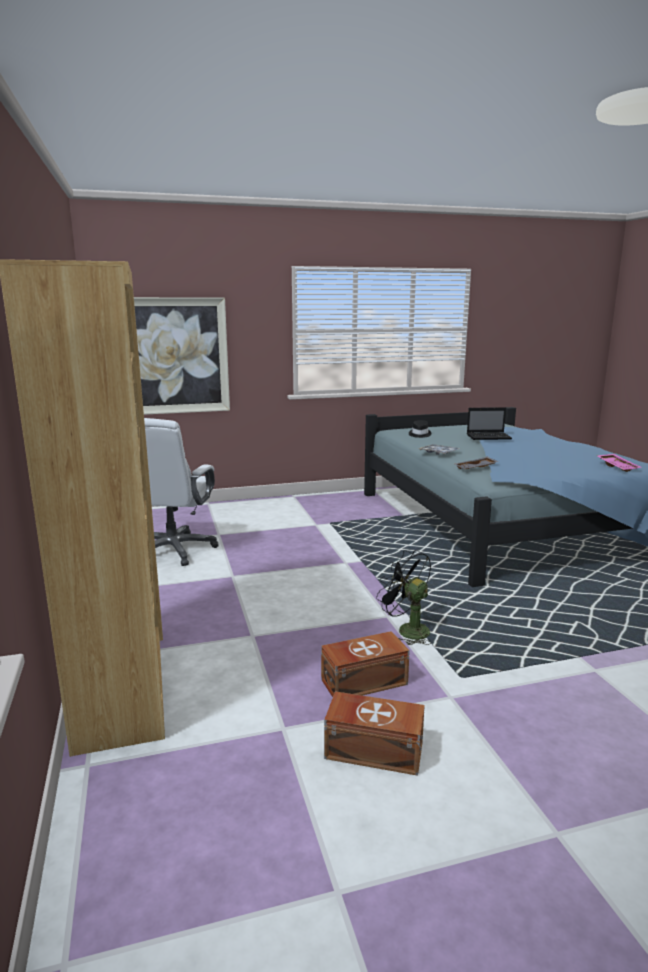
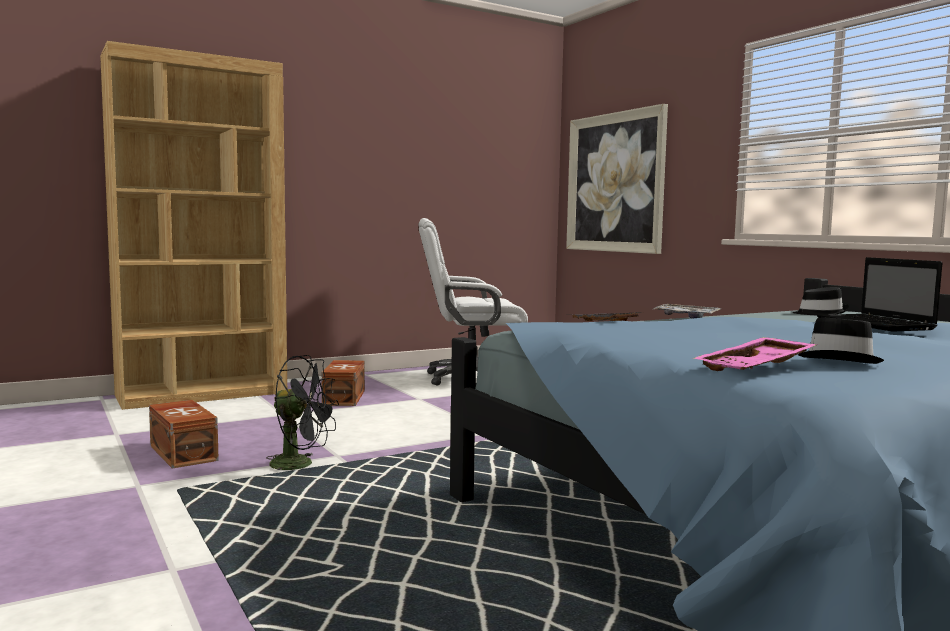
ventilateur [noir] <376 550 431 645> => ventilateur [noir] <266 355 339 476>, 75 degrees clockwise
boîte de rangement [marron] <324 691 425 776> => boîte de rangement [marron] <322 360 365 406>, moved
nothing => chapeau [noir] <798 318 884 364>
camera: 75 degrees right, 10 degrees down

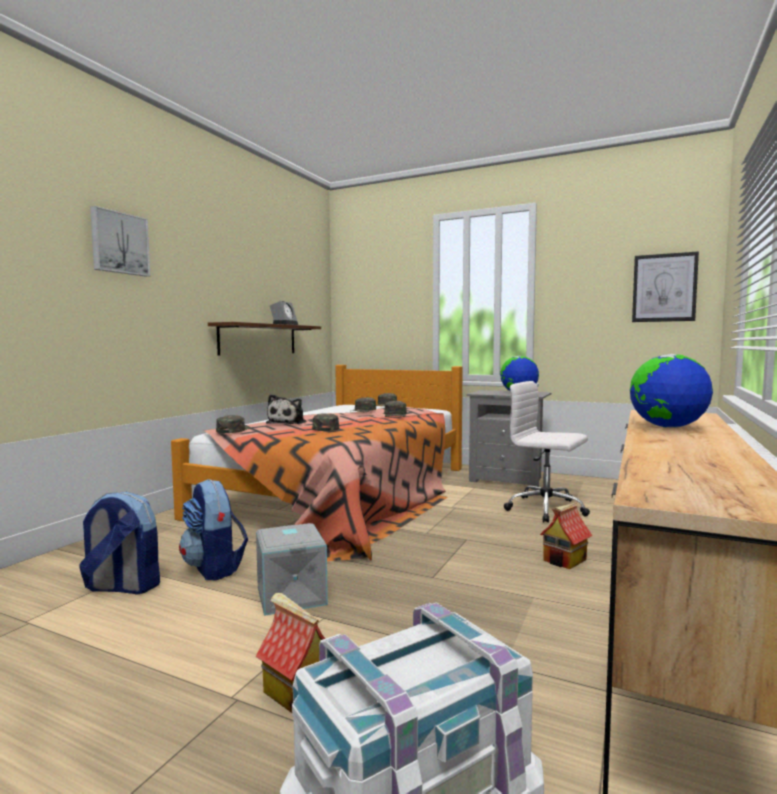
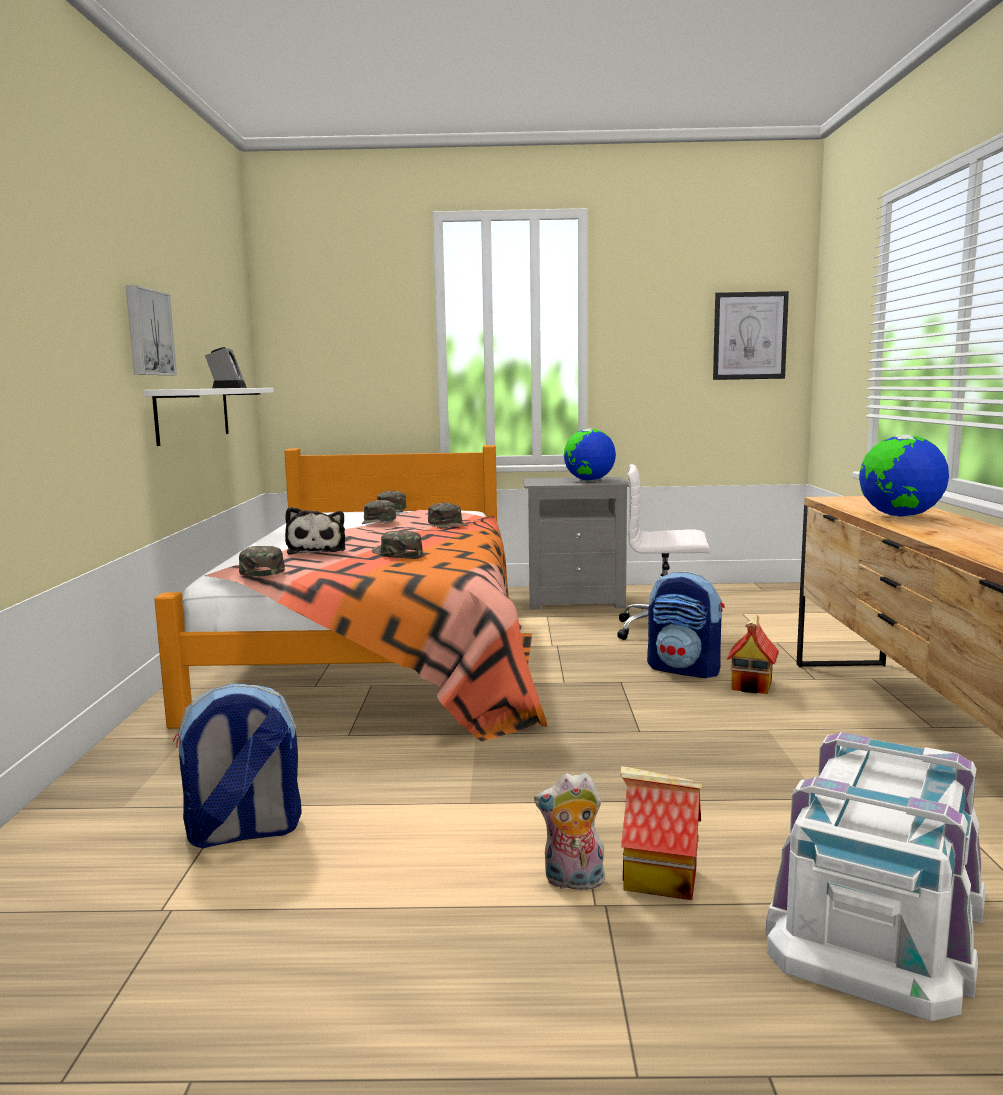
tableau <90 206 150 277> => tableau <126 285 177 375>, moved
étagère [marron] <208 322 321 355> => étagère [blanc] <143 388 274 446>
sac à dos <179 479 248 580> => sac à dos <647 571 725 679>, moved
boîte de rangement [gris] <256 523 328 616> => nothing
nothing => peluche <534 773 605 890>
camera: 25 degrees left, 5 degrees up

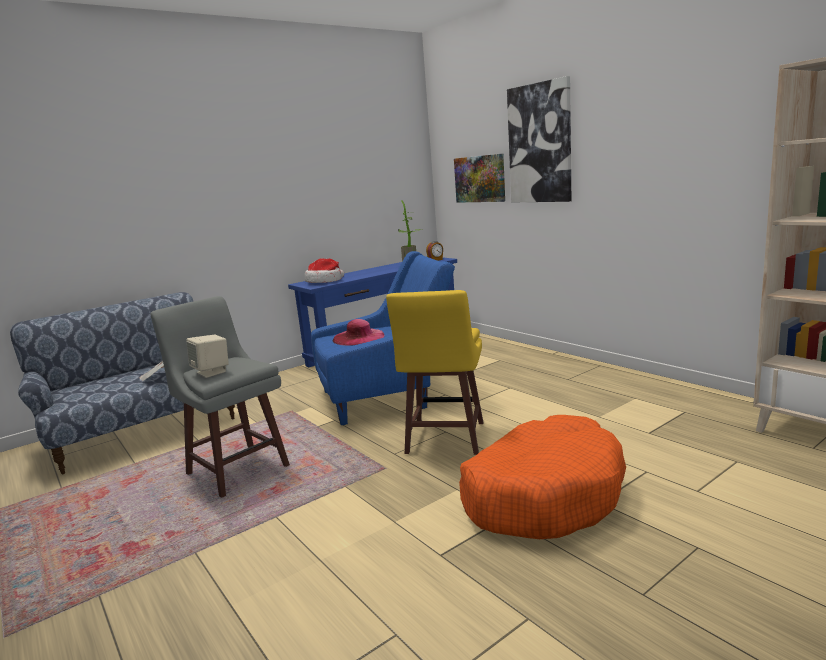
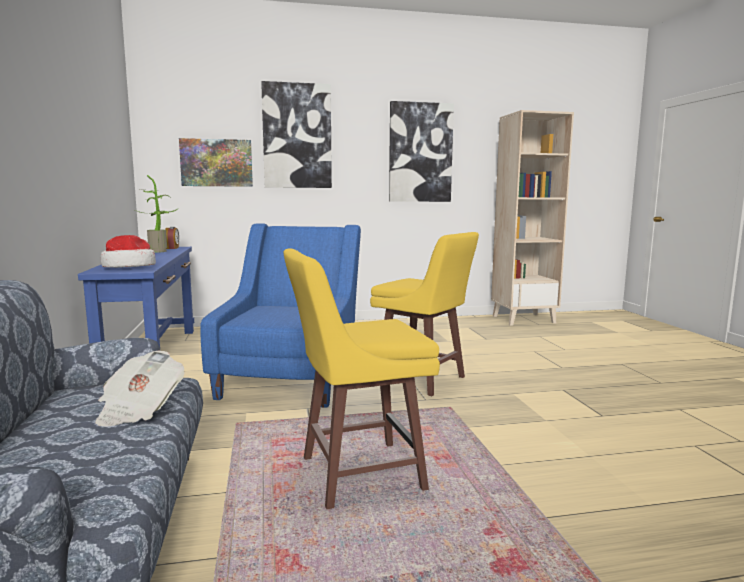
tabouret [gris] <150 296 290 498> => tabouret [jaune] <284 248 440 509>
chapeau [rose] <333 319 385 346> => nothing
enceinte [beige] <187 335 229 378> => nothing
panier pour chien [orange] <459 415 626 539> => nothing
nothing => tableau <389 101 454 202>
camera: 65 degrees left, 5 degrees down

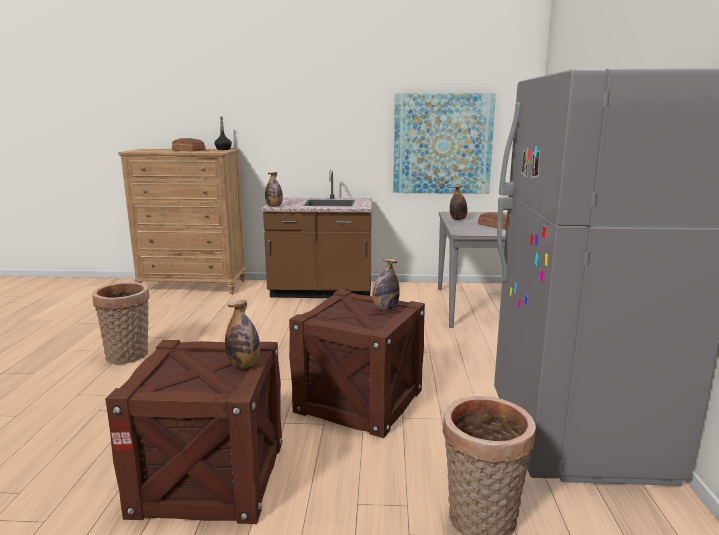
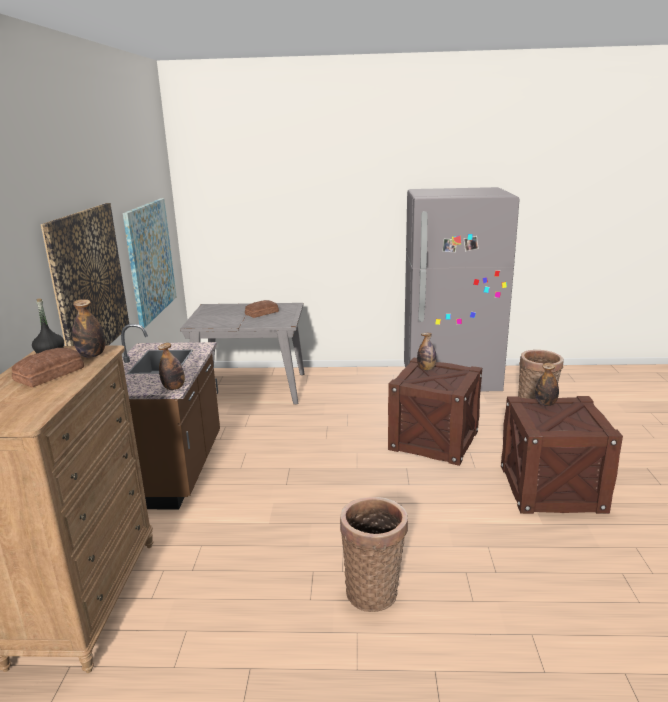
bouteille <450 185 467 220> => bouteille <72 299 105 358>, moved
nothing => tableau <41 203 129 346>
camera: 90 degrees left, 5 degrees up

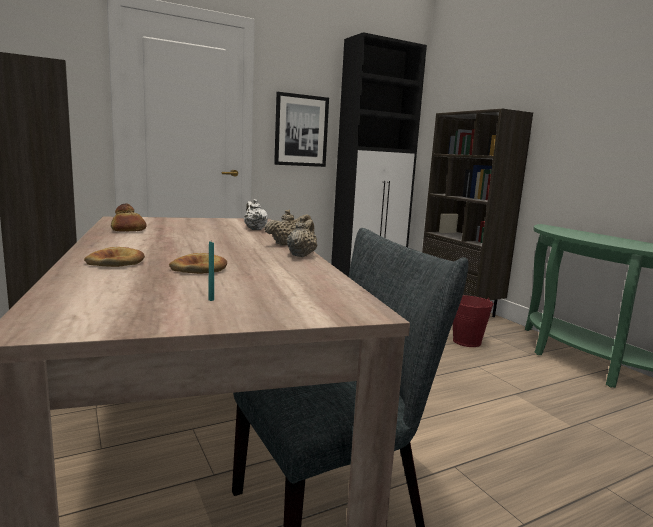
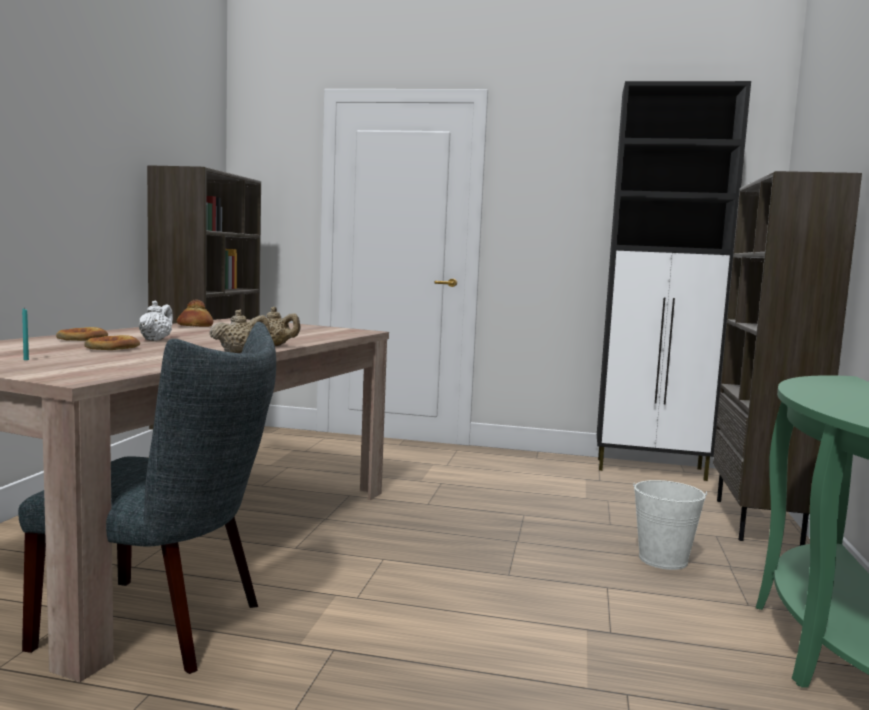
tableau <274 92 329 167> => nothing
théière [blanc] <244 199 268 230> => théière [blanc] <139 300 173 341>, moved
seau [rouge] <453 295 494 347> => seau [blanc] <633 480 707 570>
camera: 40 degrees right, 5 degrees down

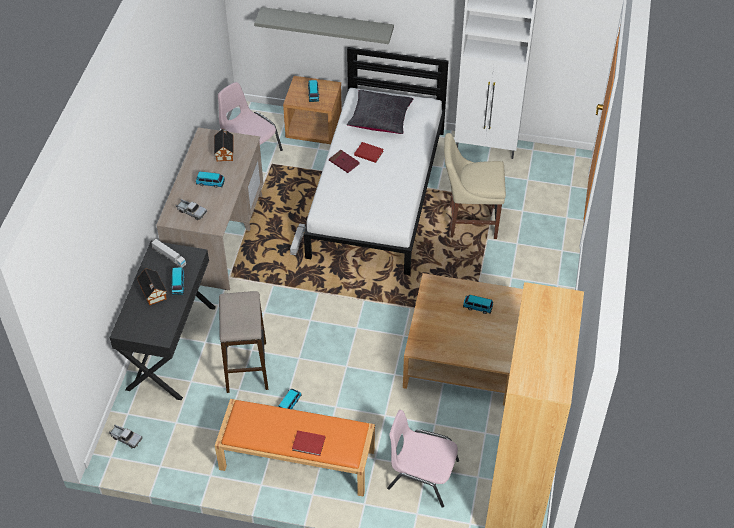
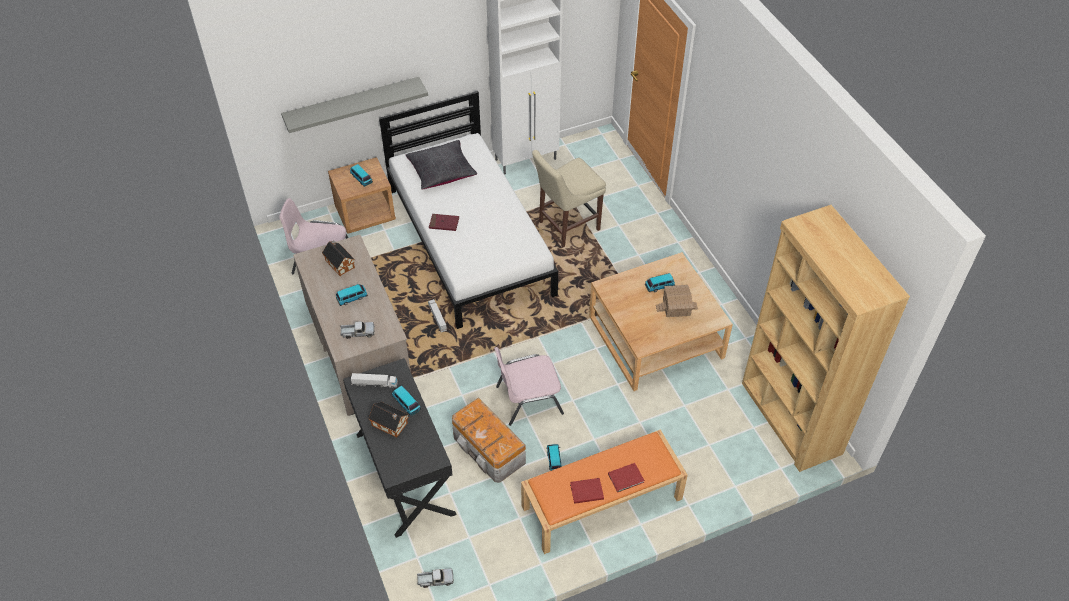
livre [rouge] <354 142 384 163> => livre [rouge] <570 478 604 504>, moved
tabouret <219 291 268 393> => boîte de rangement <452 397 526 483>
chaise [rose] <387 410 459 508> => chaise [rose] <494 347 564 426>, moved
nothing => maison miniature <656 285 698 317>
camera: 35 degrees left, 0 degrees up

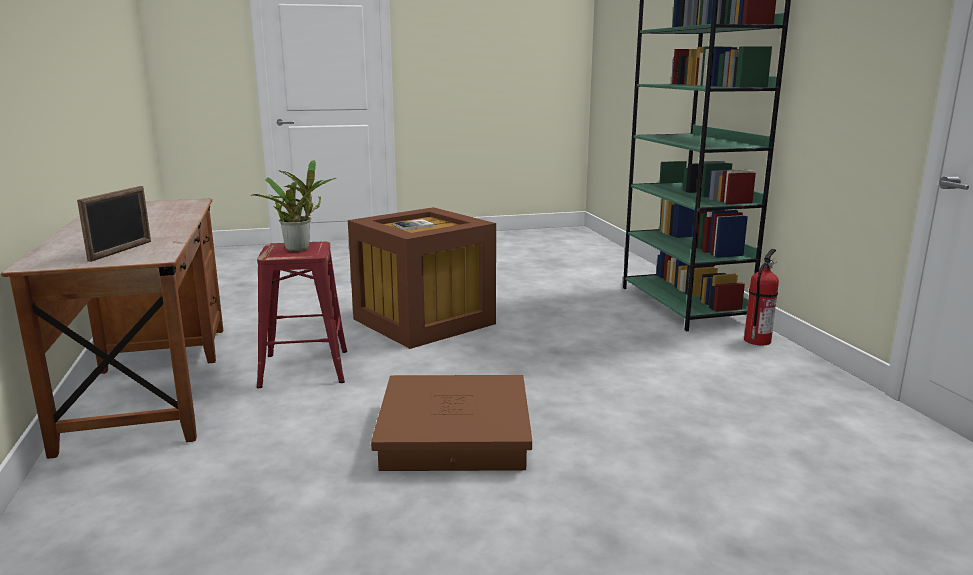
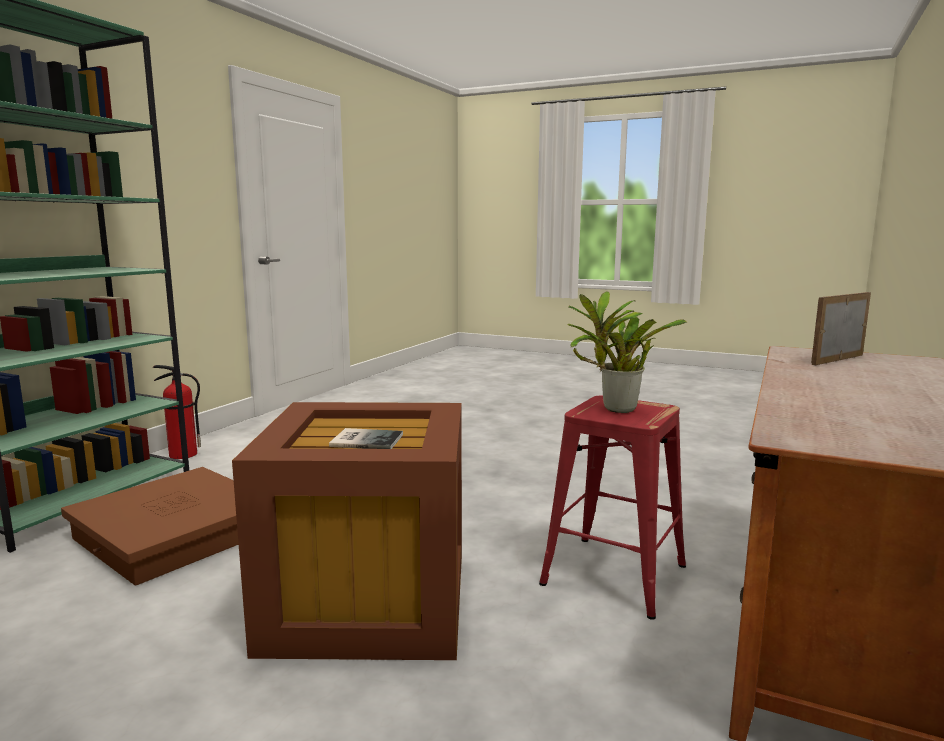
boîte de rangement [marron] <371 375 532 471> => boîte de rangement [marron] <61 467 239 586>, moved
camera: 140 degrees left, 5 degrees down

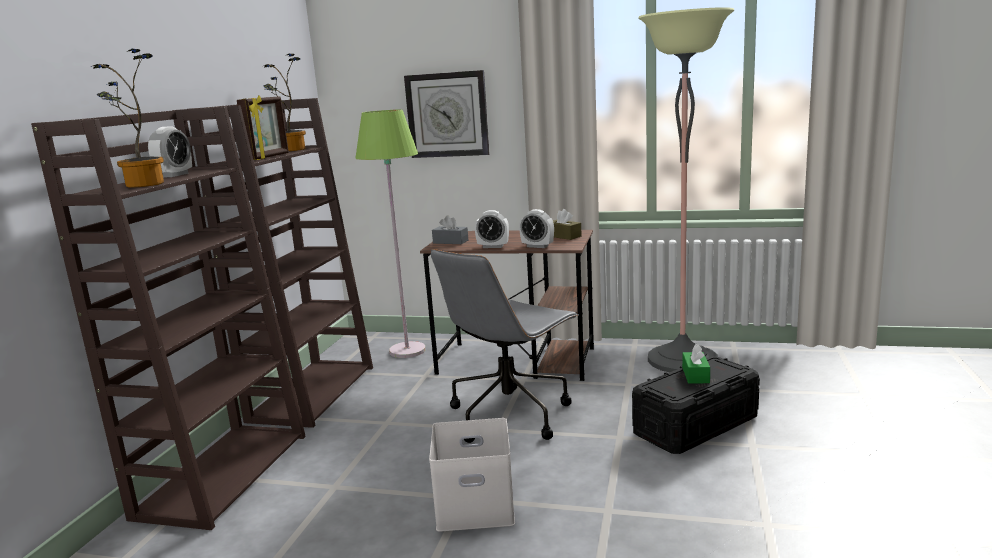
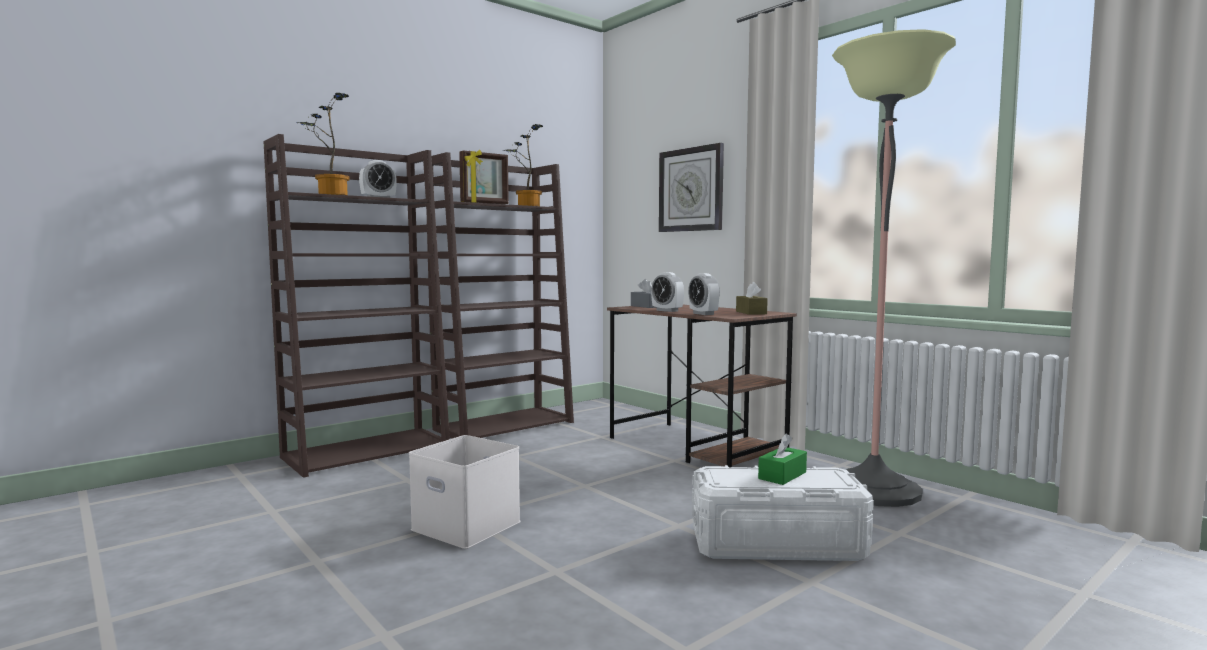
lampadaire [vert] <355 109 425 358> => nothing
chaise de bureau [gris] <431 249 578 443> => nothing
boîte de rangement [noir] <632 357 760 454> => boîte de rangement [blanc] <692 465 874 561>
camera: 35 degrees right, 10 degrees down

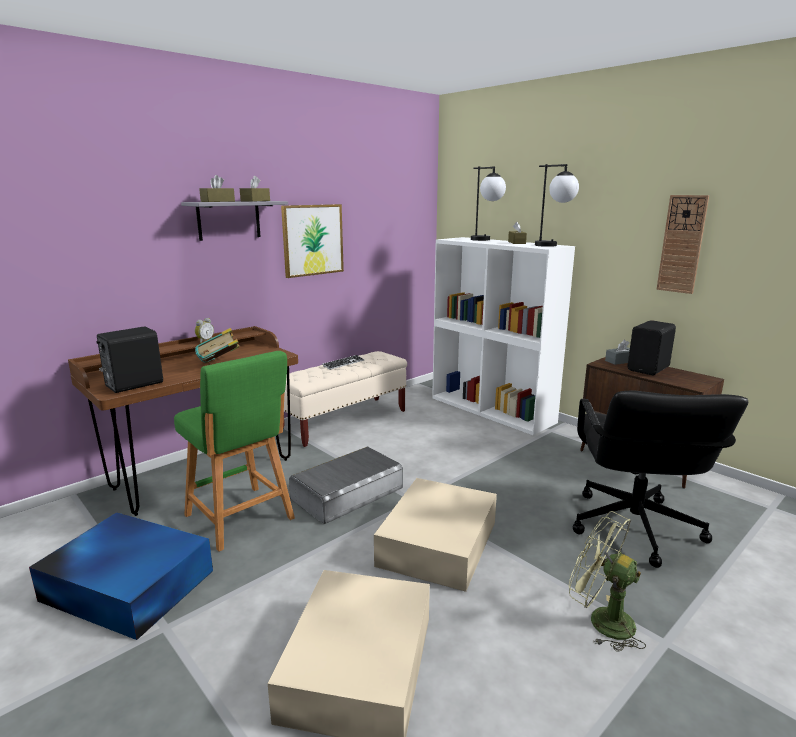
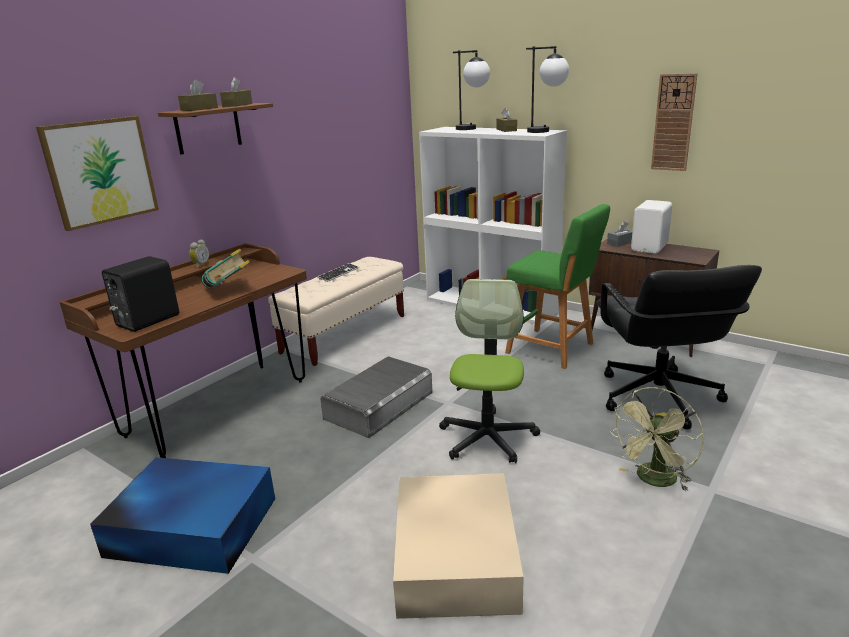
étagère [gris] <181 201 288 241> => étagère [marron] <158 103 273 155>
tableau <281 204 344 278> => tableau <36 116 159 231>, moved
enceinte [noir] <628 320 676 375> => enceinte [blanc] <631 200 672 254>
tabouret [vert] <174 351 295 552> => tabouret [vert] <505 204 610 369>, moved
boîte de rangement [beige] <374 478 497 592> => chaise de bureau <439 279 540 463>
ventilateur [vert] <569 511 646 652> => ventilateur [vert] <610 387 704 492>, 75 degrees counterclockwise
camera: 10 degrees left, 5 degrees up

